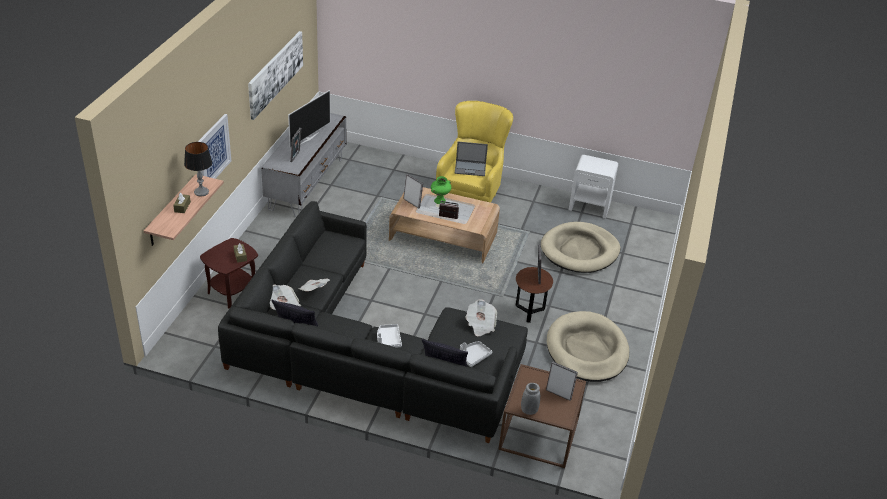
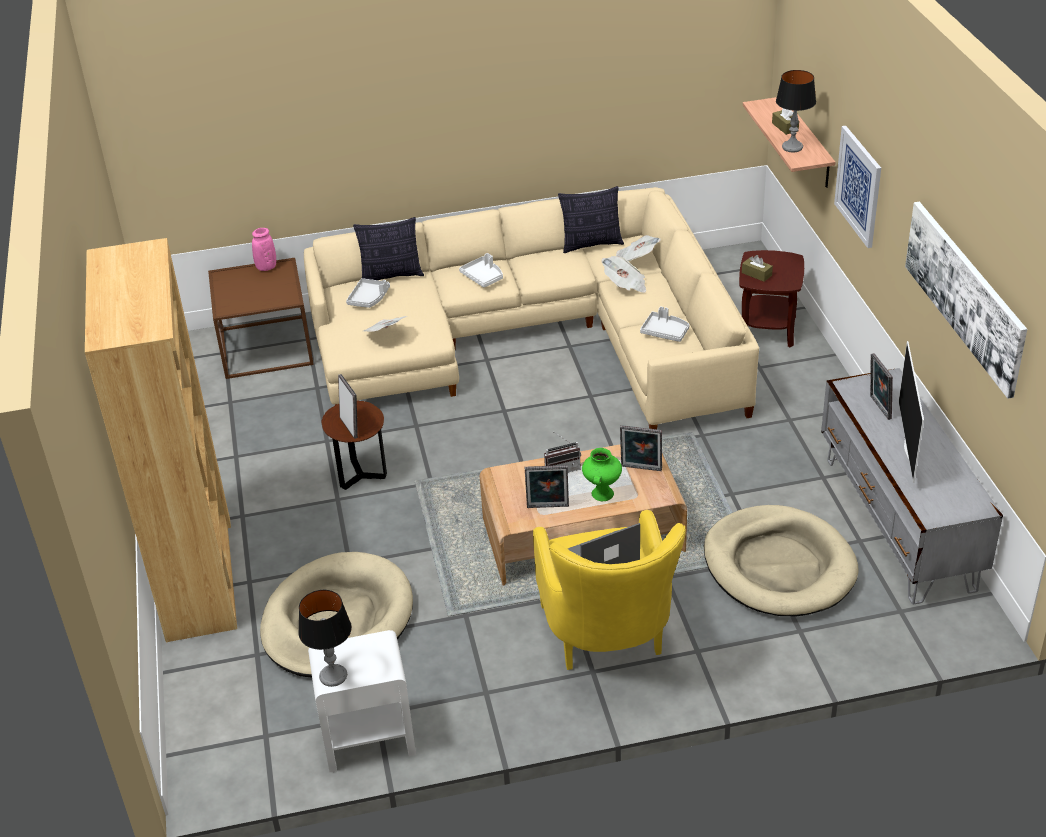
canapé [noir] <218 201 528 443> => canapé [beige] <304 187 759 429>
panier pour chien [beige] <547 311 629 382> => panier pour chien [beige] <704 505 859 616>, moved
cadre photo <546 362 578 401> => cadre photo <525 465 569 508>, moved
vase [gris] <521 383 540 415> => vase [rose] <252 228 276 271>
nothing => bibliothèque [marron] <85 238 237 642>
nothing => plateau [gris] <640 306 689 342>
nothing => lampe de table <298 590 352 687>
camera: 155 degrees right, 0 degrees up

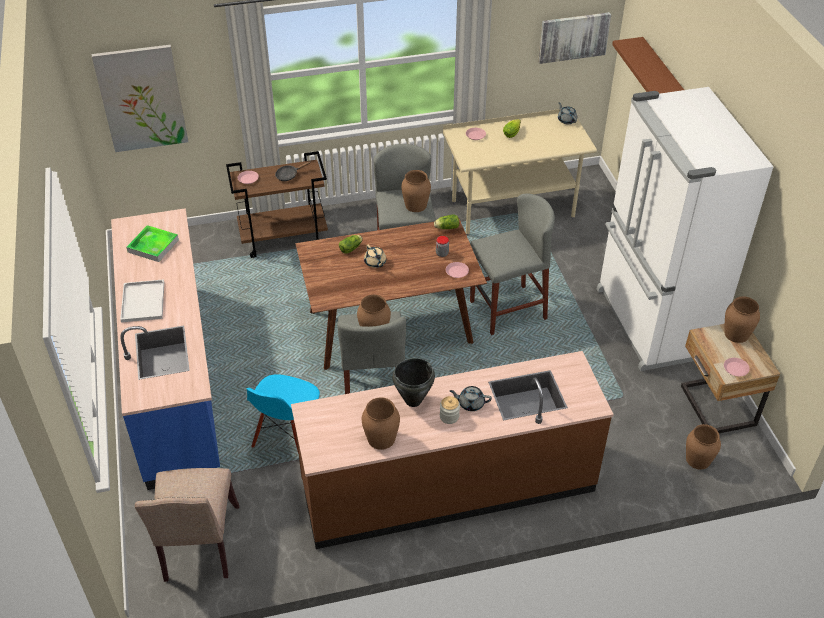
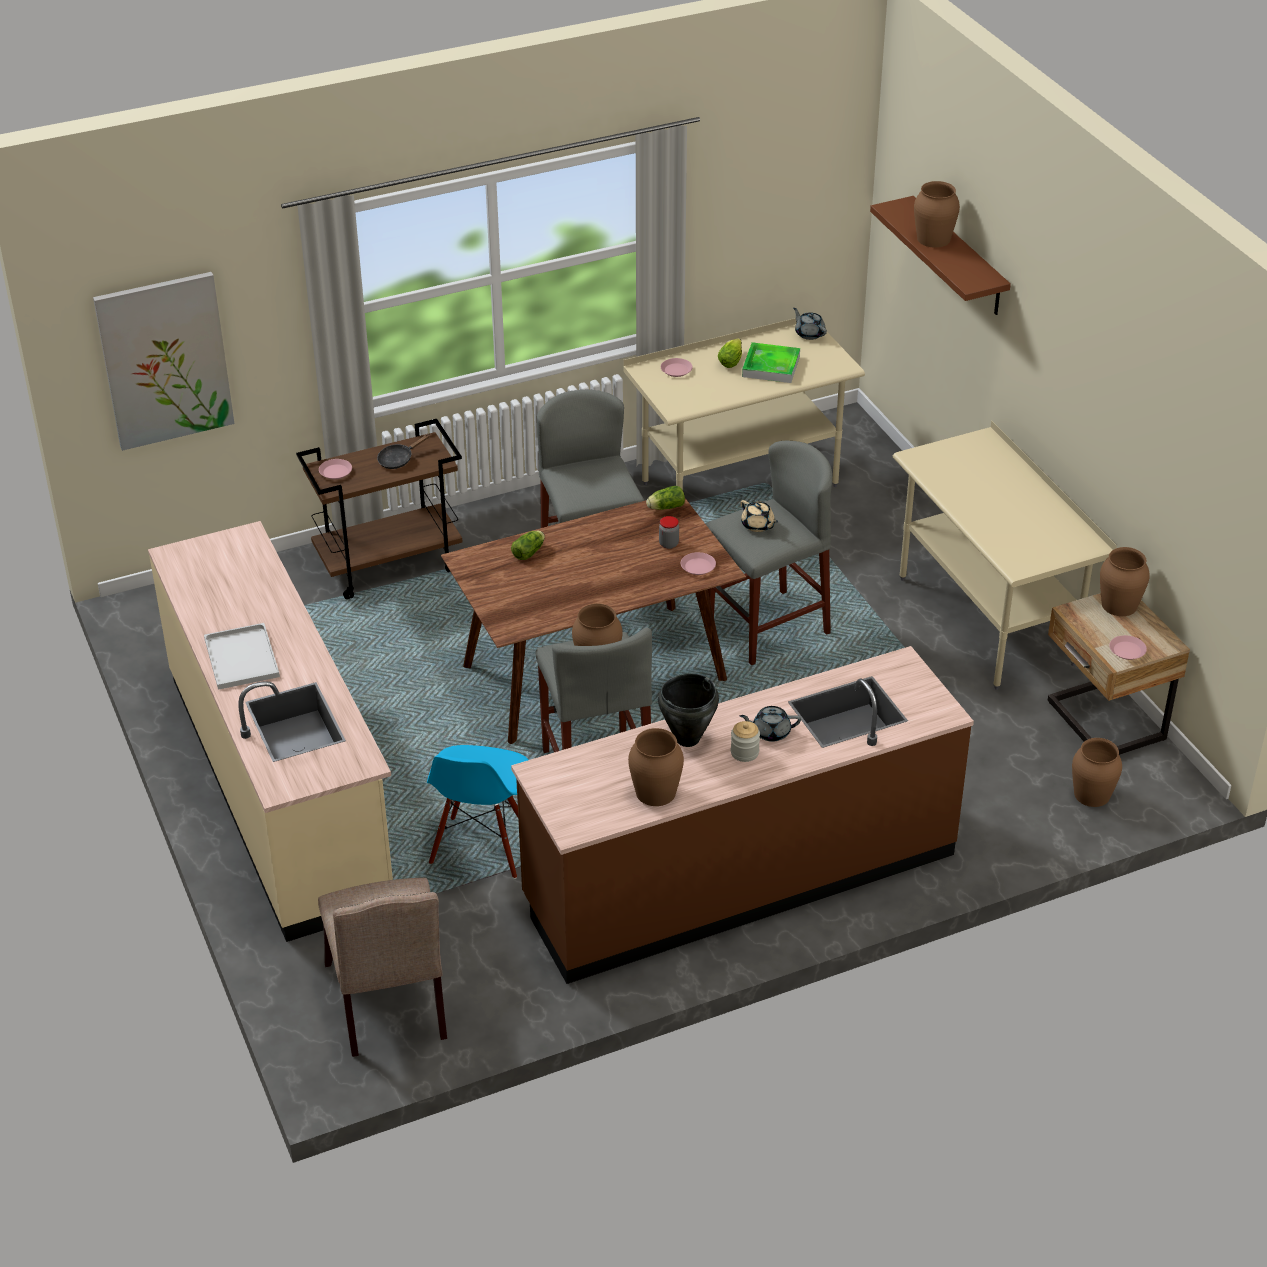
tableau <538 12 611 64> => nothing
réfrigérateur [blanc] <597 87 774 371> => bureau [beige] <893 421 1117 690>
vase [marron] <401 170 431 212> => vase [marron] <914 181 960 248>, moved
comptoir de cuisine [bleu] <111 208 220 490> => comptoir de cuisine [beige] <148 521 393 942>
plateau <126 225 179 262> => plateau <742 342 800 383>, moved
théière [beige] <364 245 386 268> => théière [beige] <741 500 778 532>, moved
camera: 10 degrees left, 5 degrees down

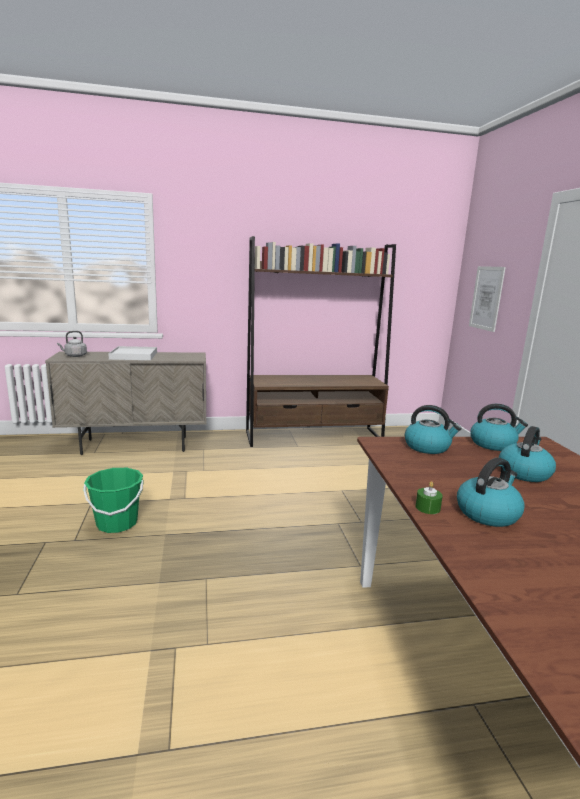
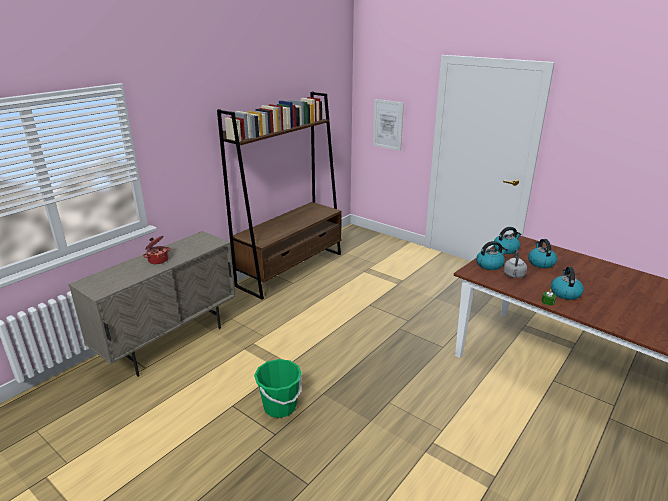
bouilloire [gris] <57 331 87 357> => bouilloire [gris] <503 249 527 278>, moved
plateau [blanc] <108 346 157 360> => marmite <143 236 171 264>
camera: 40 degrees left, 10 degrees up

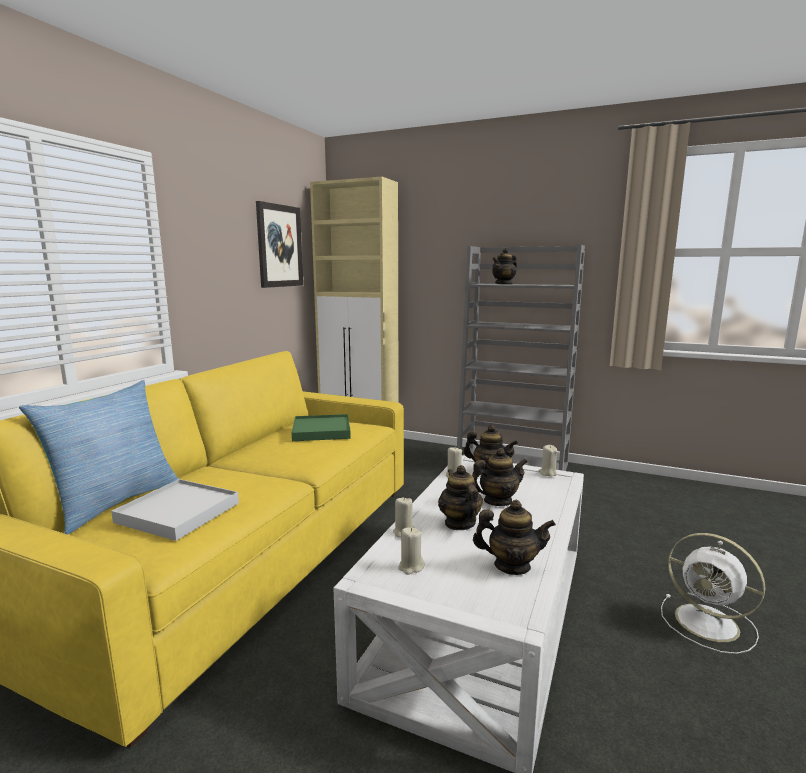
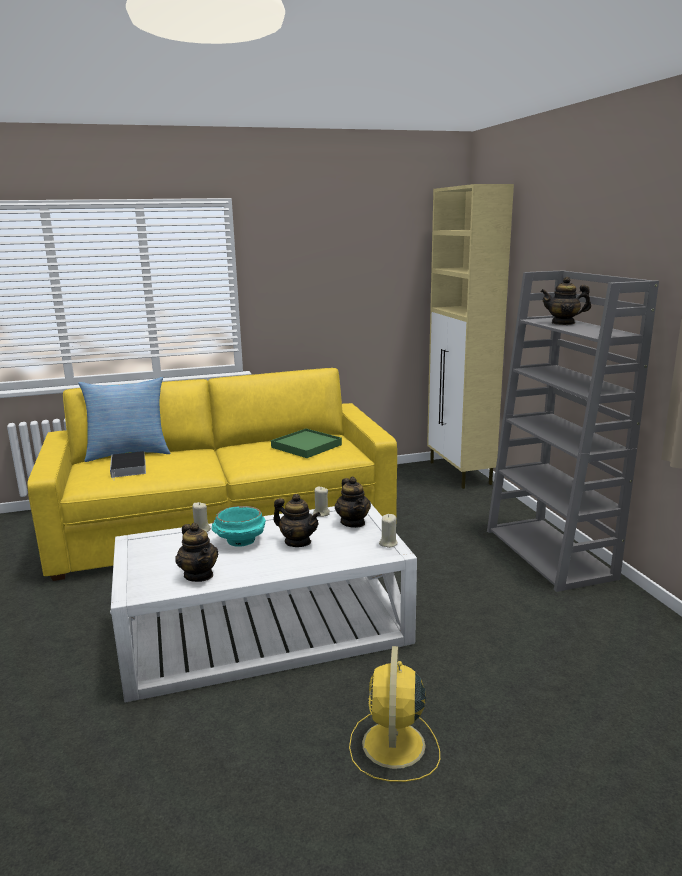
tableau <256 201 303 288> => nothing
théière <438 465 483 530> => bol [turquoise] <212 506 266 547>
plateau [blanc] <111 479 239 541> => livre <110 451 146 480>
bougie [beige] <398 527 425 575> => nothing
ventilateur [blanc] <661 533 766 654> => ventilateur [jaune] <349 646 440 782>
camera: 50 degrees right, 5 degrees up

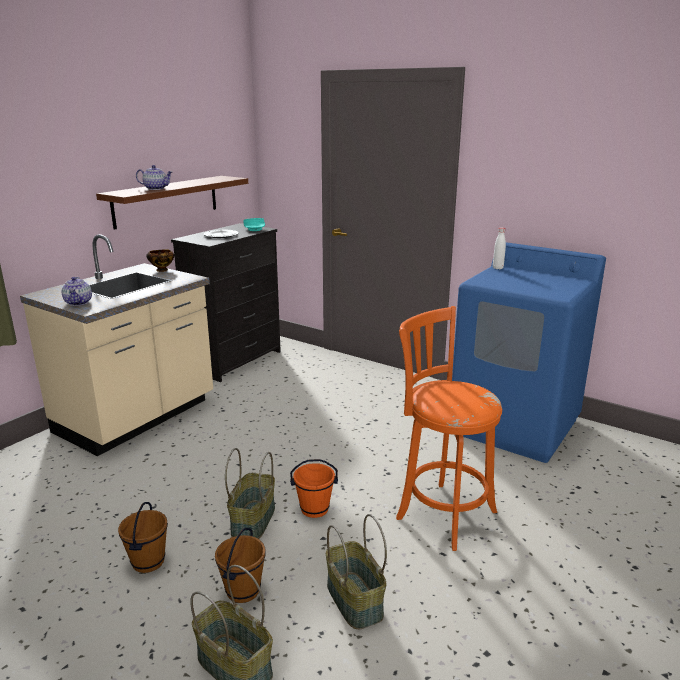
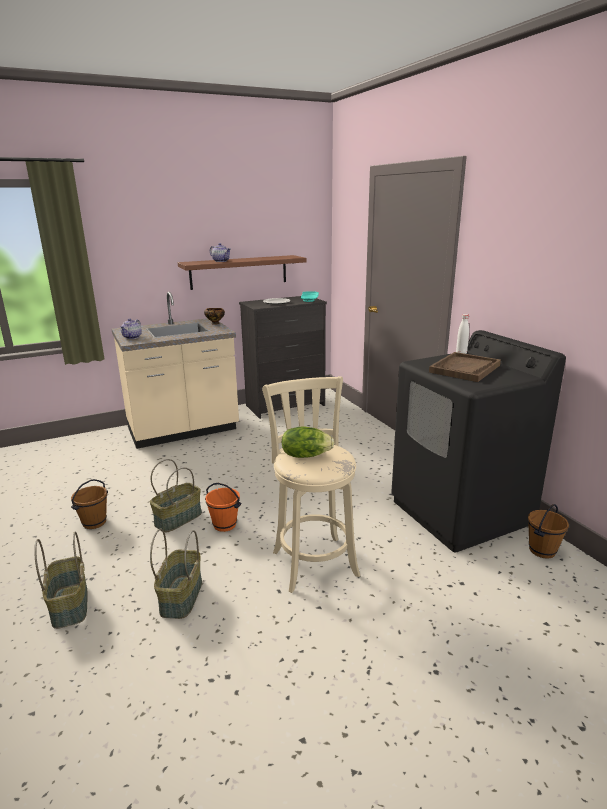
lave-linge [bleu] <452 242 606 463> => lave-linge [noir] <391 330 566 552>
tabouret [orange] <396 306 502 551> => tabouret [beige] <262 376 360 593>
seau [marron] <215 528 266 603> => seau [marron] <528 504 569 559>, moved
nothing => plateau [marron] <429 352 501 382>
nothing => laitue <281 426 334 458>
camera: 30 degrees right, 0 degrees up

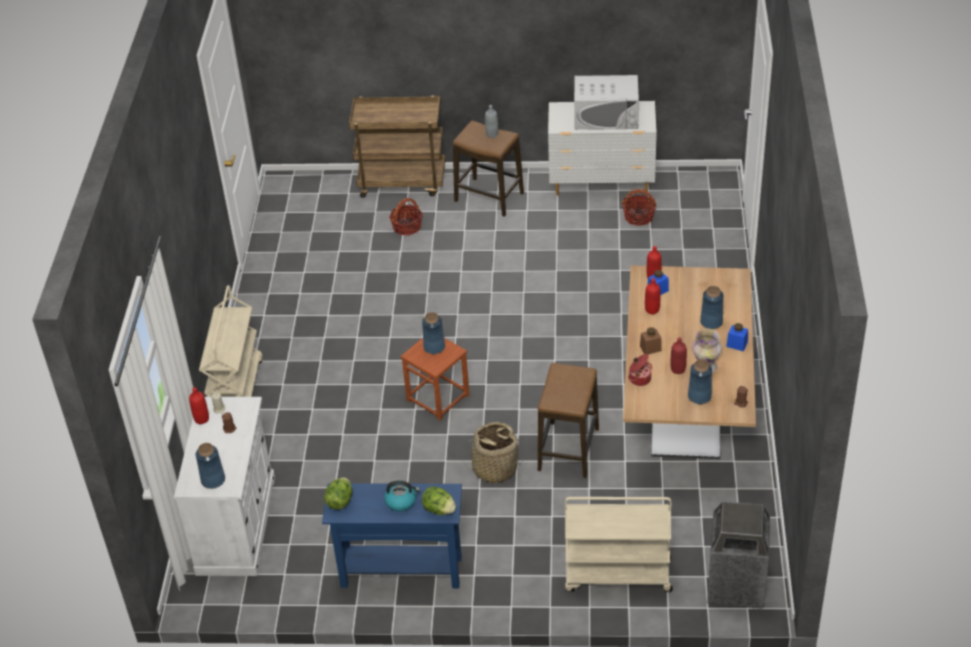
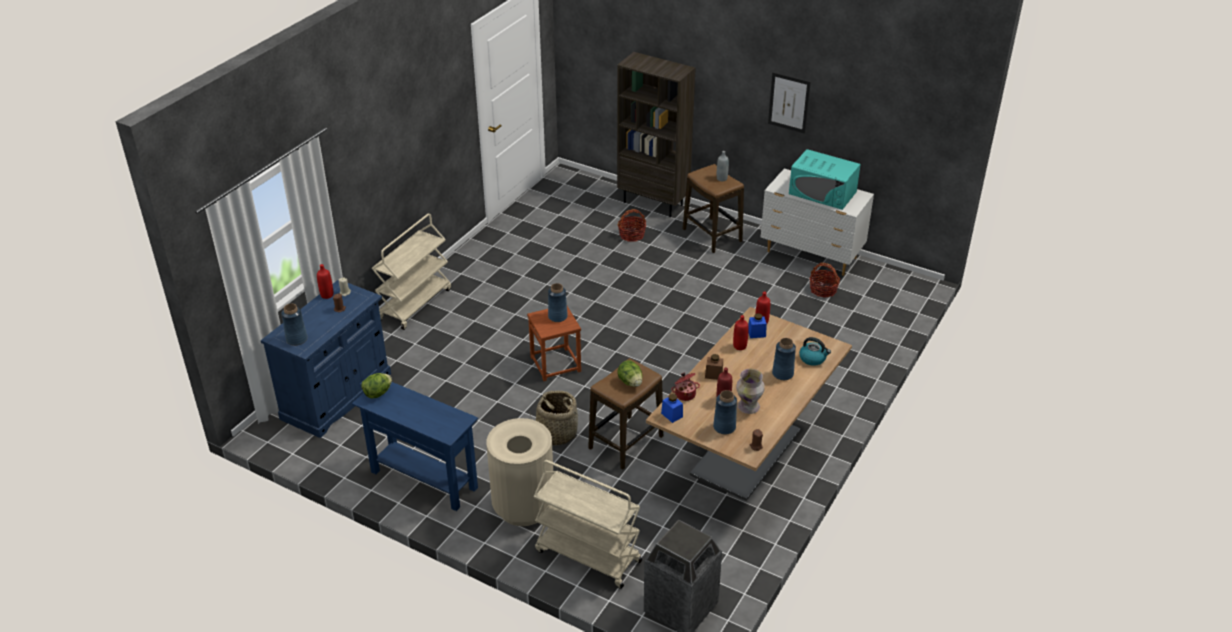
micro-ondes [blanc] <574 75 639 130> => micro-ondes [turquoise] <789 149 861 210>
chariot [marron] <349 96 445 198> => bibliothèque [marron] <617 52 696 217>
bocal [bleu] <726 323 748 351> => bocal [bleu] <661 394 683 423>, moved
meuble de rangement [blanc] <174 397 275 576> => meuble de rangement [bleu] <261 279 391 438>
bouilloire <384 480 420 511> => bouilloire <799 337 831 366>, moved
laitue <422 486 456 515> => laitue <617 360 642 387>, moved
nothing => tableau <768 72 811 134>
nothing => poubelle [beige] <486 418 553 526>
camera: 25 degrees right, 5 degrees down

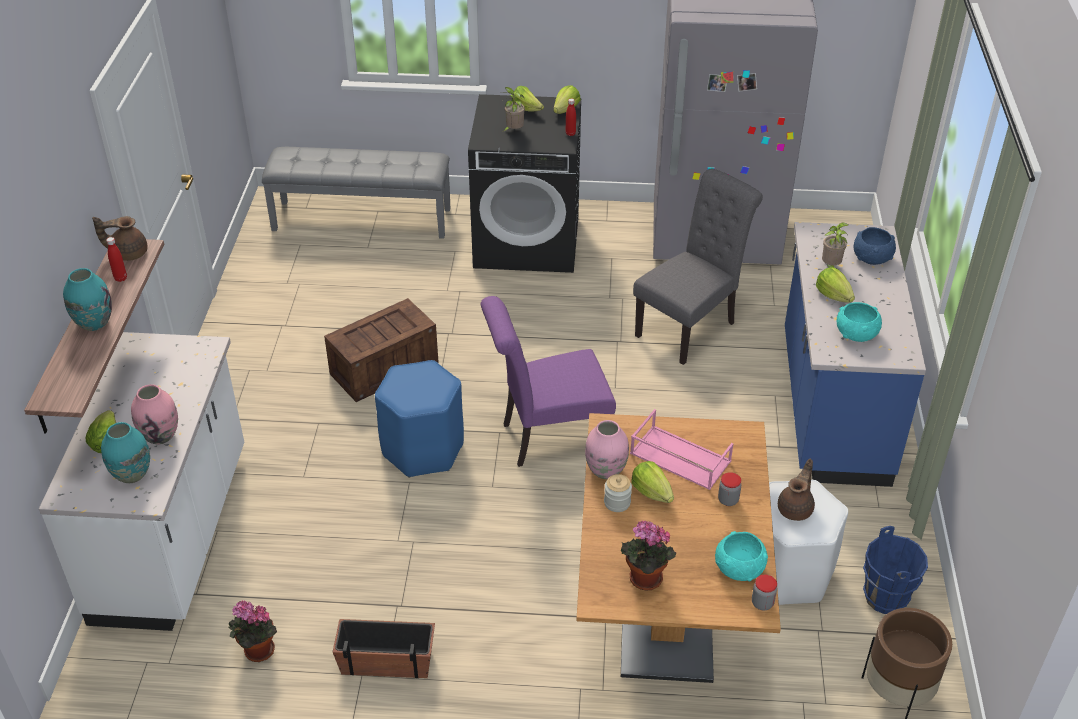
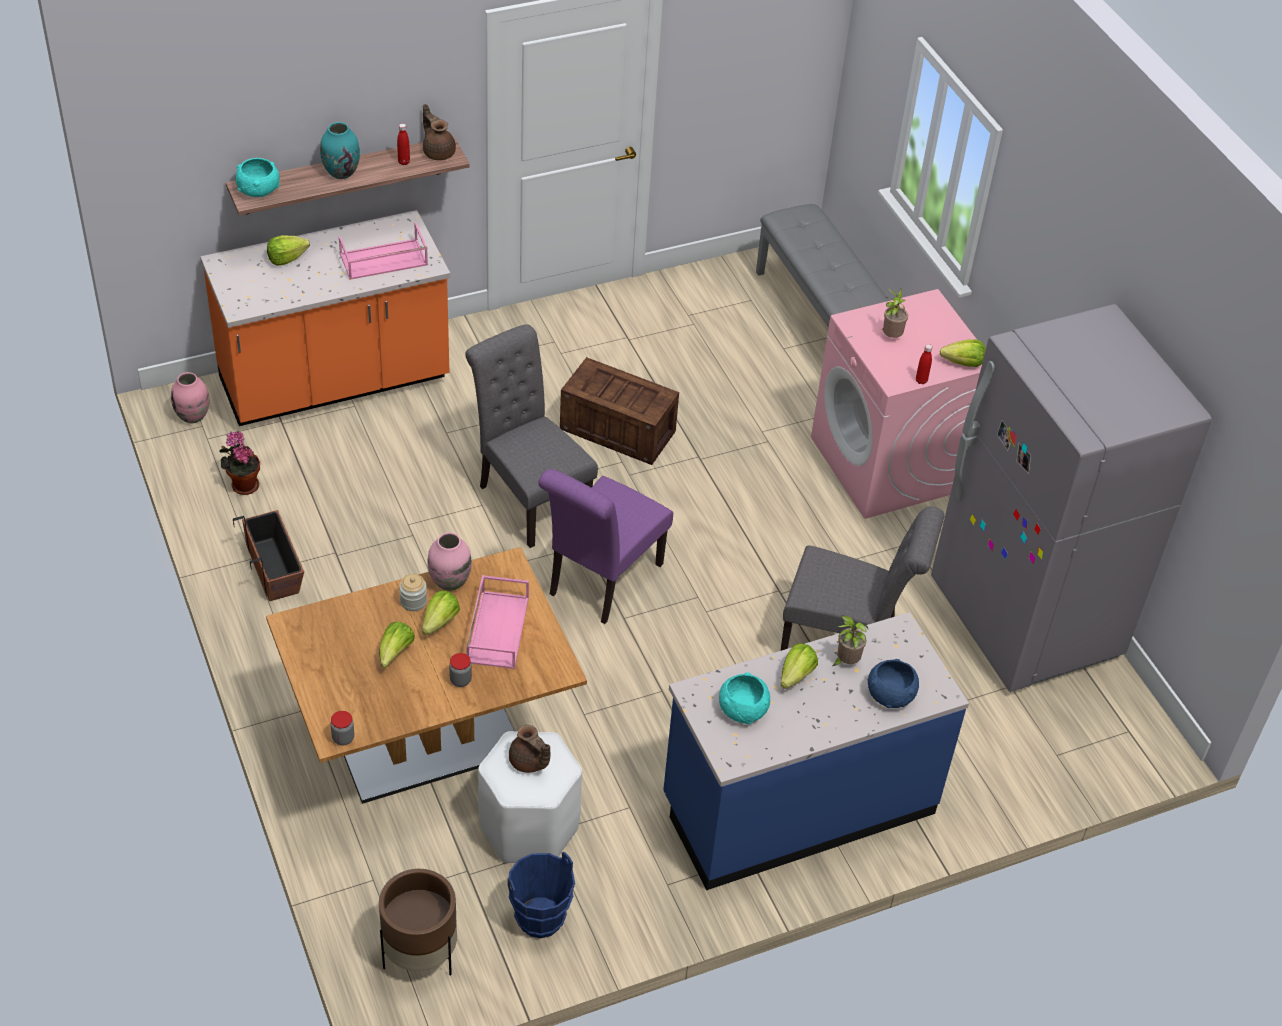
laitue <512 86 544 111> => laitue <379 622 415 668>, moved
lave-linge [noir] <468 94 581 273> => lave-linge [rose] <811 289 982 519>
chaise [violet] <481 296 616 467> => chaise [violet] <538 469 673 624>, 105 degrees counterclockwise
comptoir de cuisine [blanc] <39 332 244 631> => comptoir de cuisine [orange] <200 210 450 426>
tabouret [bleu] <375 360 464 478> => chaise [gris] <465 324 598 548>
vase [rose] <131 384 178 445> => vase [rose] <171 372 209 423>, moved
vase [turquoise] <101 422 150 483> => nothing
théière [marron] <778 459 815 521> => théière [marron] <509 725 550 773>, 45 degrees clockwise
plante en pot <621 521 677 591> => nothing
bol [turquoise] <715 531 768 581> => bol [turquoise] <235 158 280 197>, moved
nothing => plateau [rose] <339 223 428 280>
camera: 60 degrees right, 5 degrees up

